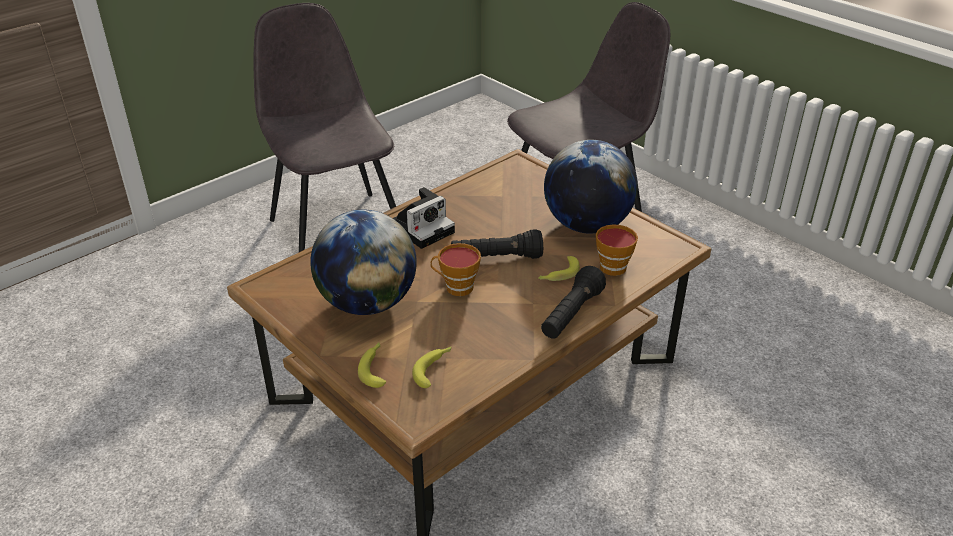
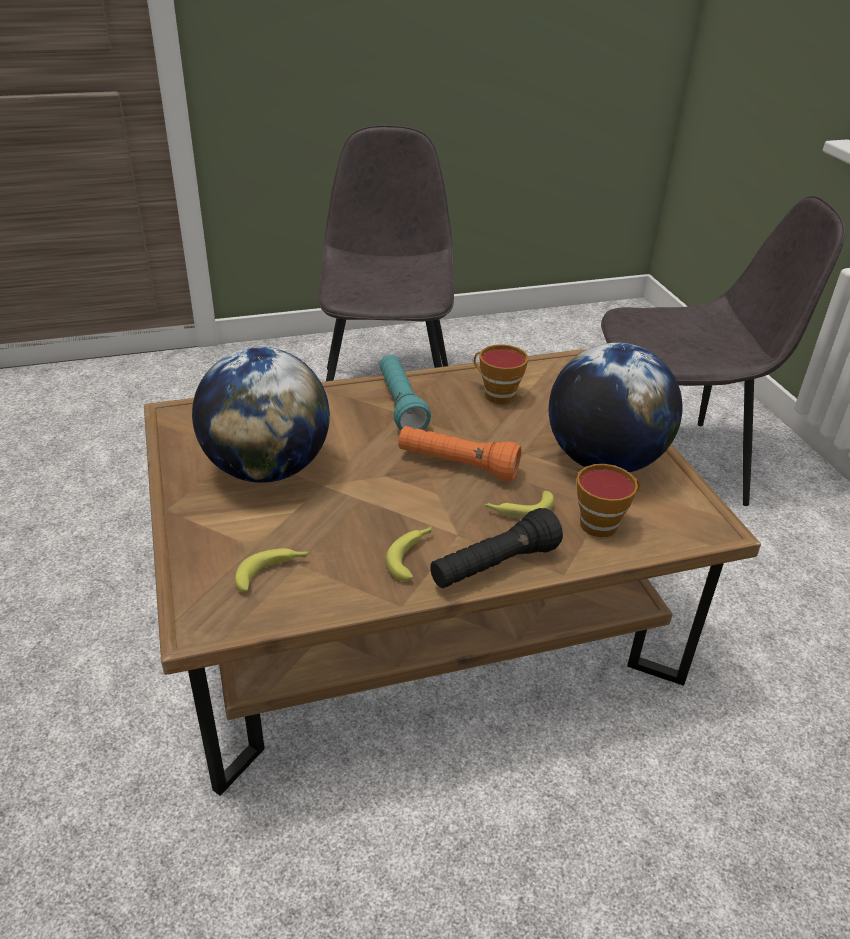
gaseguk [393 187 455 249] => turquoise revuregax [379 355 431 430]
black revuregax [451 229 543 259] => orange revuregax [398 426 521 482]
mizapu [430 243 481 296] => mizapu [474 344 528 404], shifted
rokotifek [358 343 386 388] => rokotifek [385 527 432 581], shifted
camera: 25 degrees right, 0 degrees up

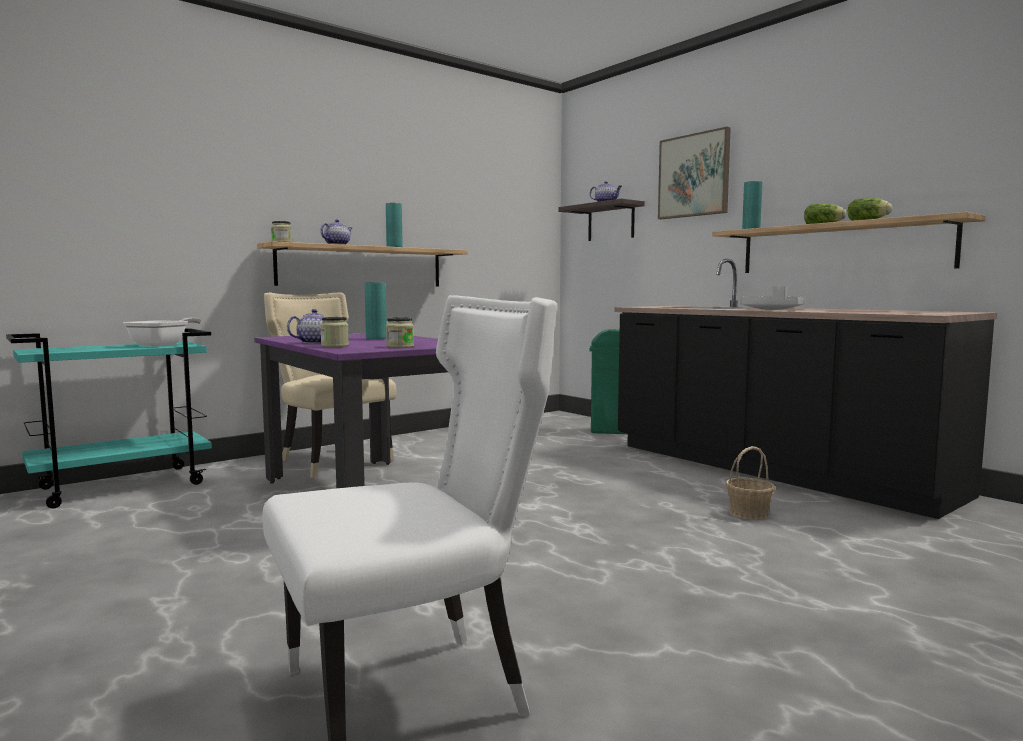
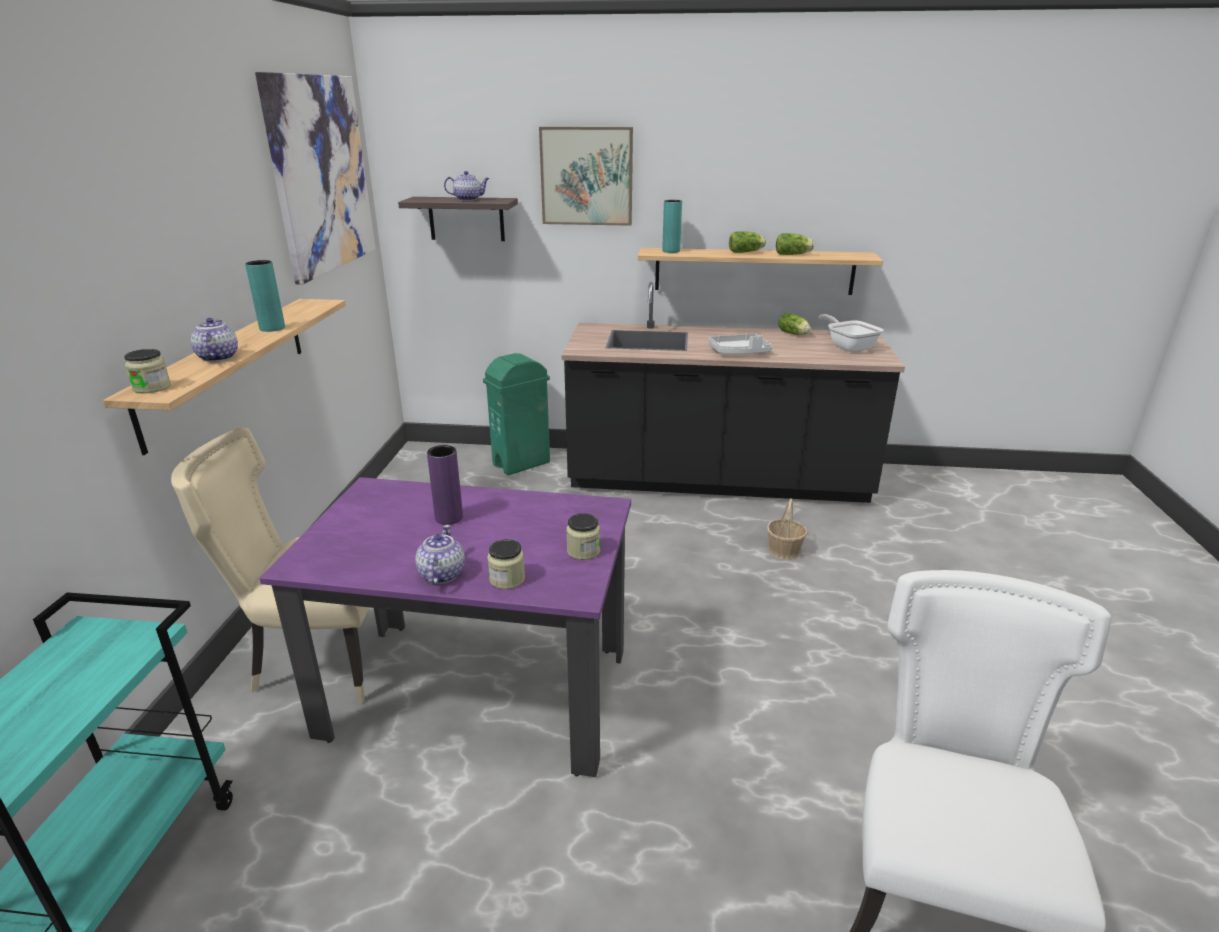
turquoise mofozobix [365 282 387 339] => purple mofozobix [427 445 463 525]
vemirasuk [123 318 201 347] => vemirasuk [819 314 883 352], shifted
nothing => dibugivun [255 72 376 285]
nothing => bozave [778 312 811 335]
camera: 45 degrees left, 20 degrees up

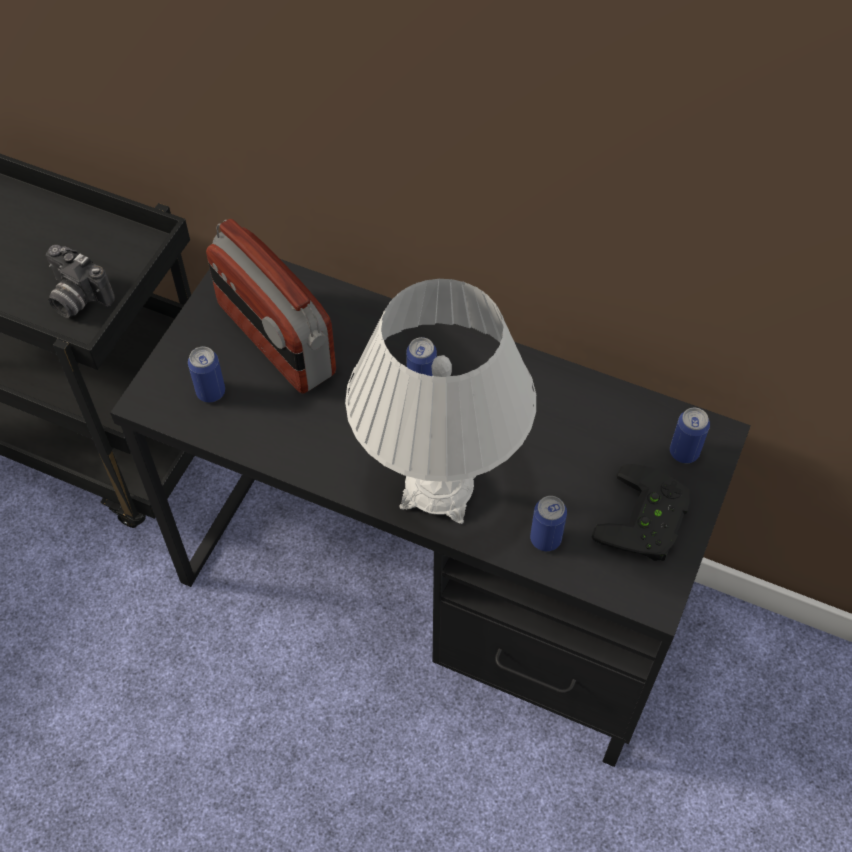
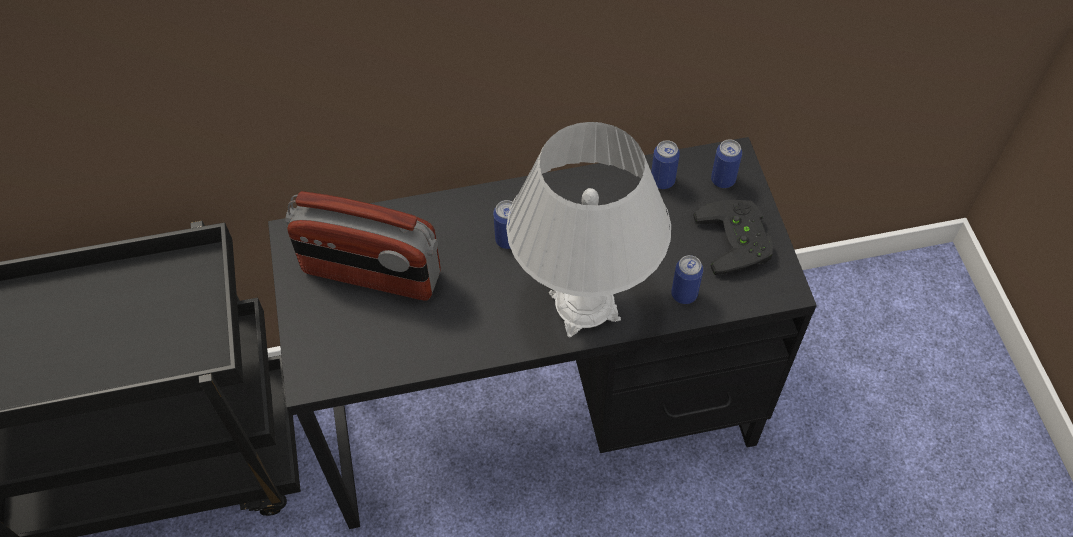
gaseguk [46 245 115 318] => nothing
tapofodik [188 346 225 402] => tapofodik [651 140 680 189], shifted
camera: 35 degrees left, 0 degrees up

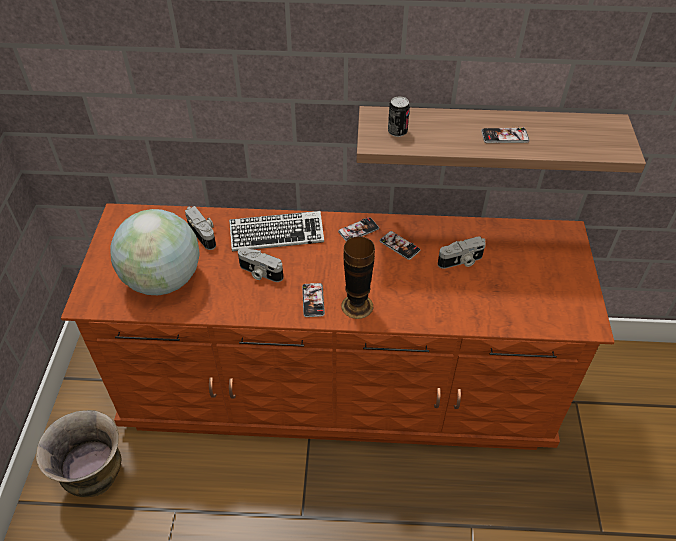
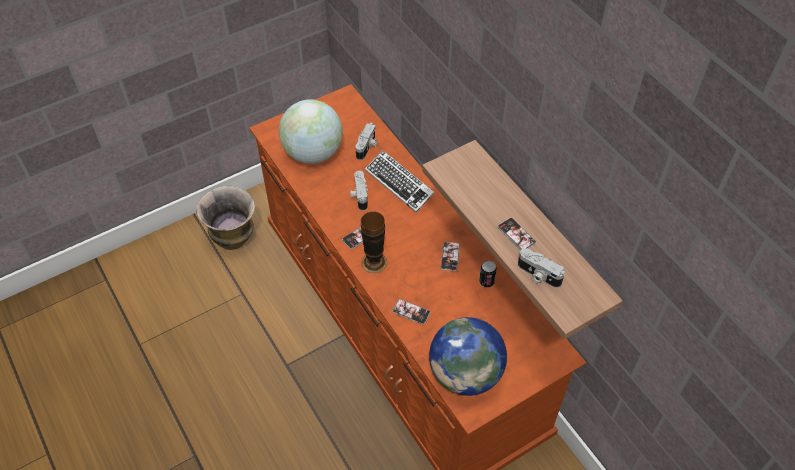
tapofodik [388 96 410 137] => tapofodik [479 261 497 287], shifted
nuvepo [338 217 379 241] => nuvepo [393 299 431 325], shifted
gaseguk [438 237 486 269] => gaseguk [518 248 565 288], shifted
nothing => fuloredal [429 317 507 396]
camera: 55 degrees right, 5 degrees up

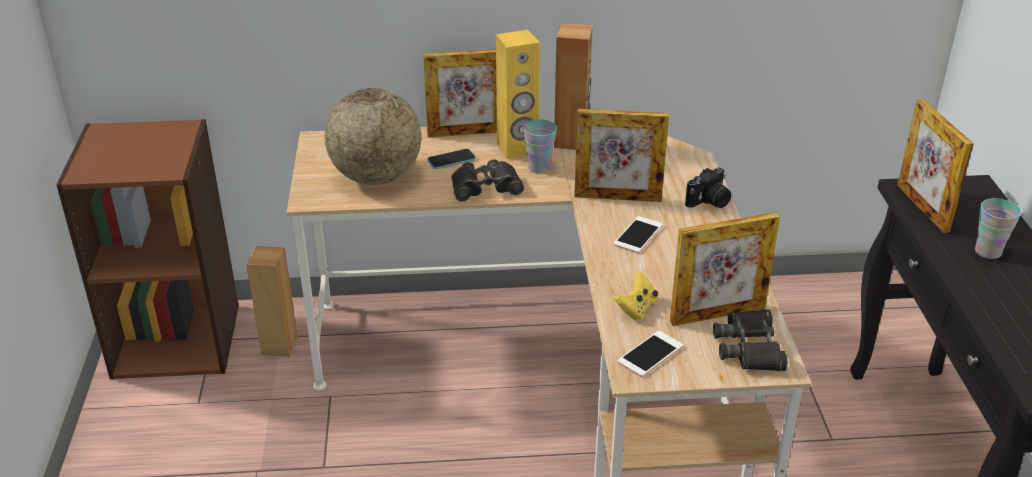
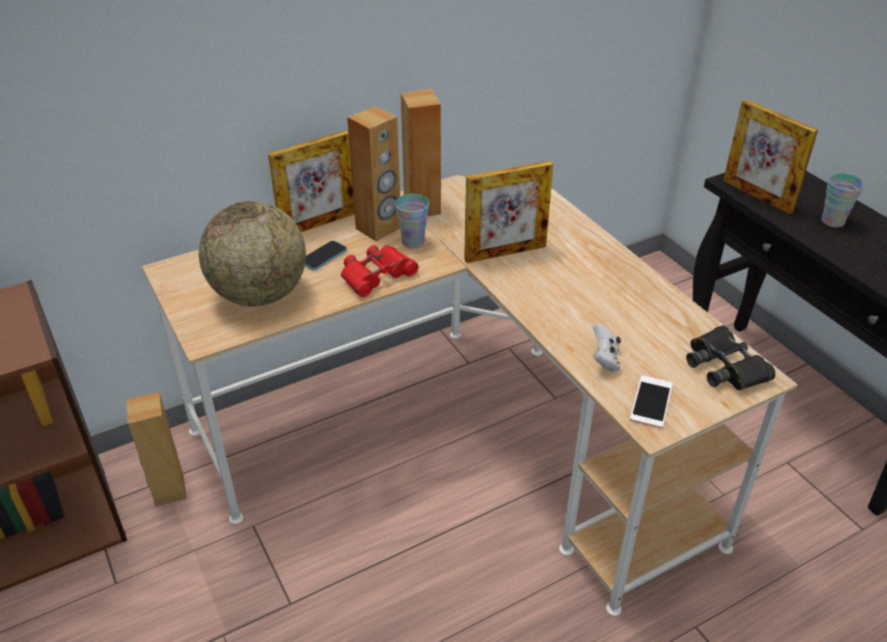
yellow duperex [496 30 540 159] => brown duperex [347 106 400 241]
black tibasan [451 159 524 201] => red tibasan [341 245 419 297]
gaseguk [685 168 731 208] => nothing
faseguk [670 212 780 326] => nothing
nuvepo [614 216 663 253] => nothing
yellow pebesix [614 271 658 320] => white pebesix [593 323 621 372]
camera: 25 degrees left, 5 degrees up

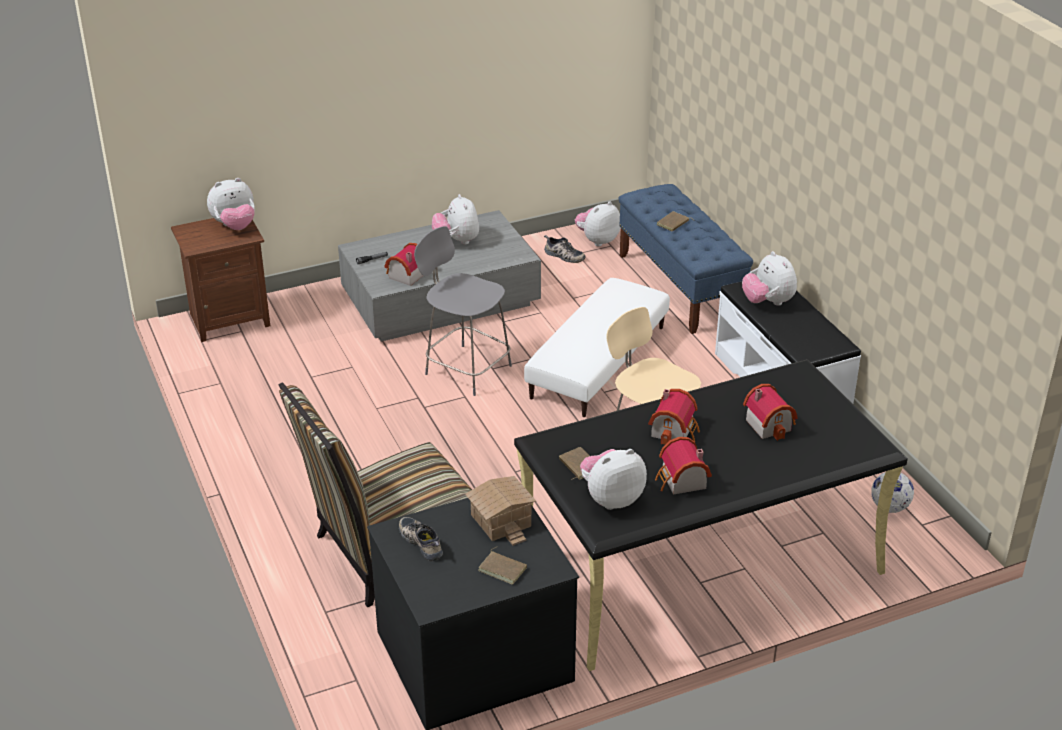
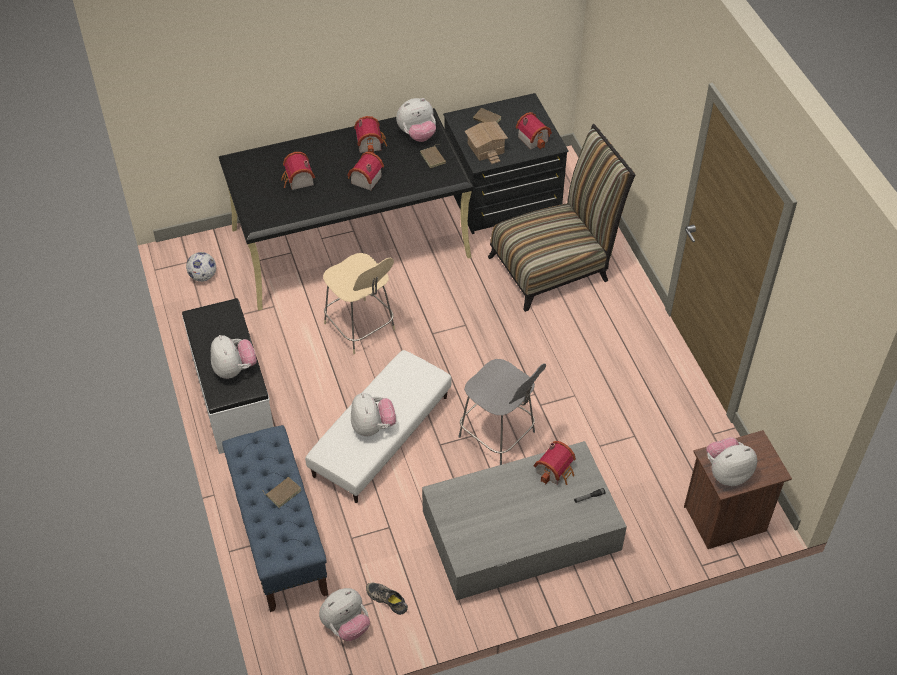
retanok [432 194 479 245] => retanok [351 393 396 436], shifted
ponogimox [399 517 443 561] => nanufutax [516 112 552 149]
camera: 175 degrees left, 15 degrees up

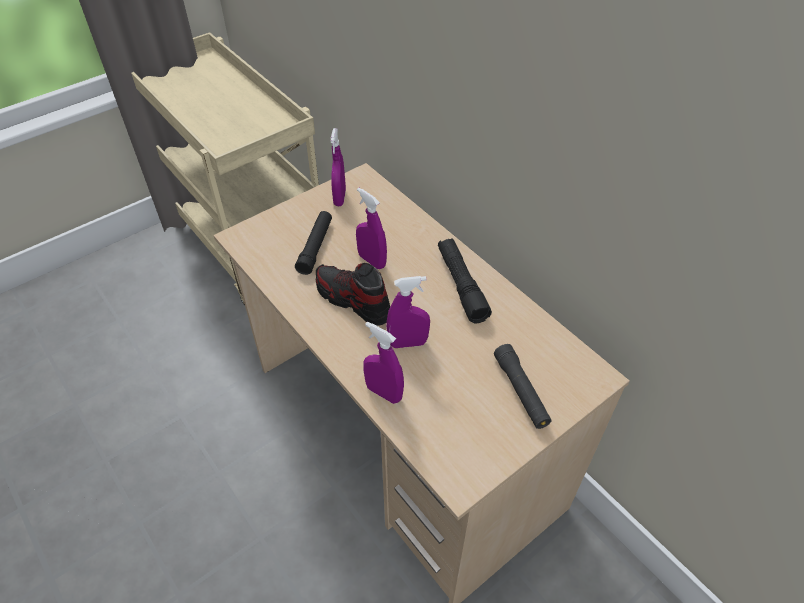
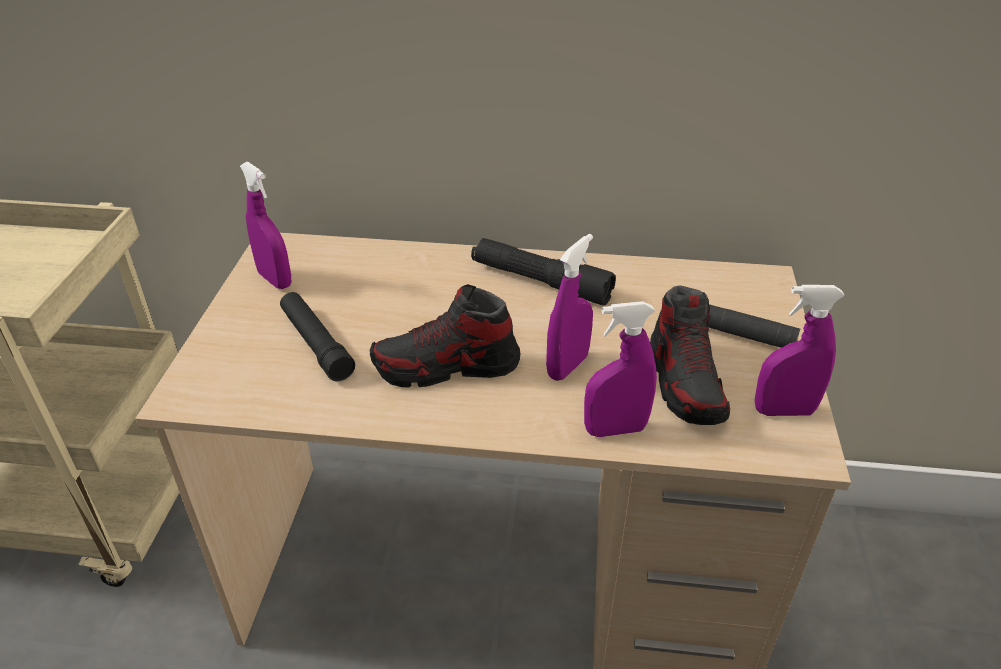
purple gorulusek [356 188 387 269] => purple gorulusek [754 285 845 416], shifted
nothing => ponogimox [650 286 730 425]
camera: 45 degrees left, 10 degrees down

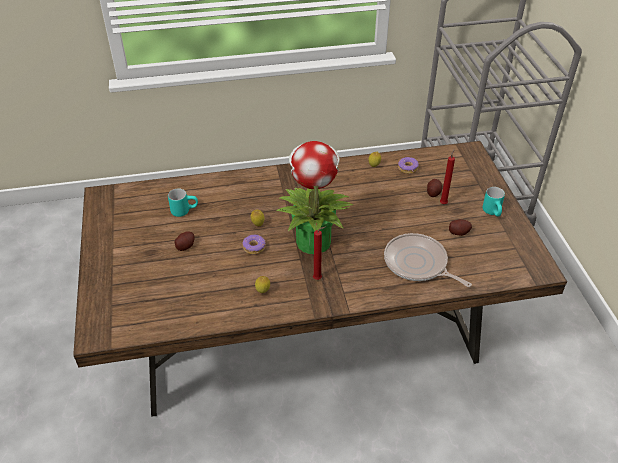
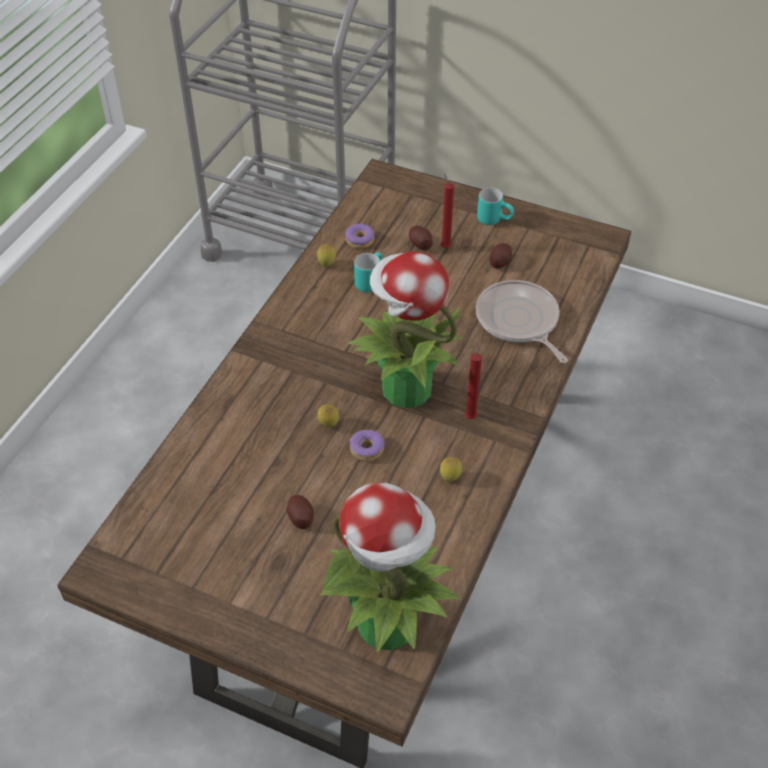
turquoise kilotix [168 188 198 217] => turquoise kilotix [354 252 382 292], shifted
vemirasuk [384 233 472 287] => vemirasuk [476 280 568 363], 75 degrees clockwise
nothing => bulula [320 482 459 652]
camera: 55 degrees left, 5 degrees up

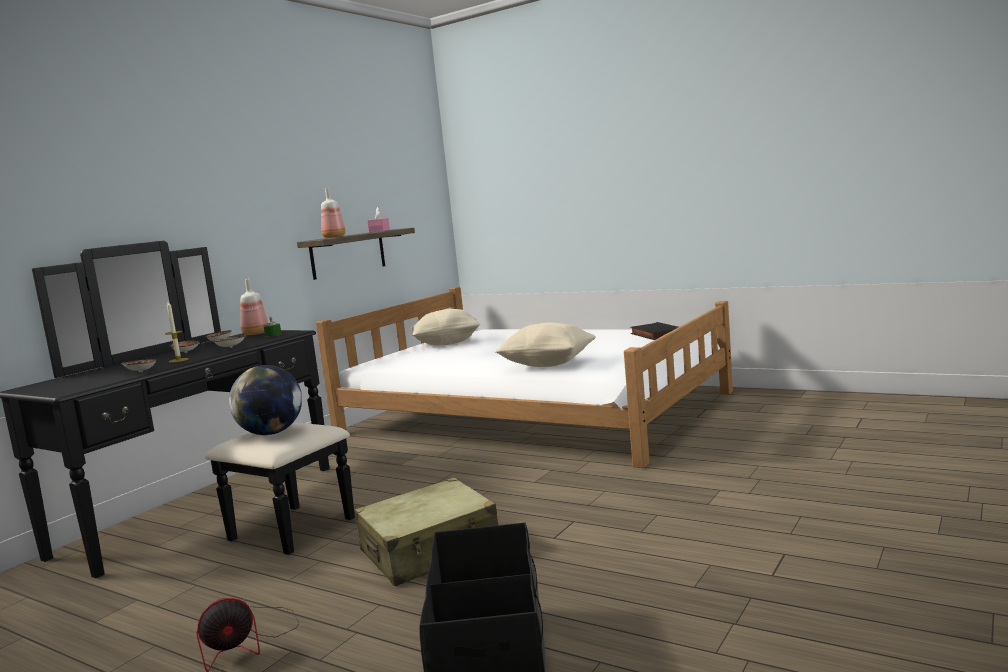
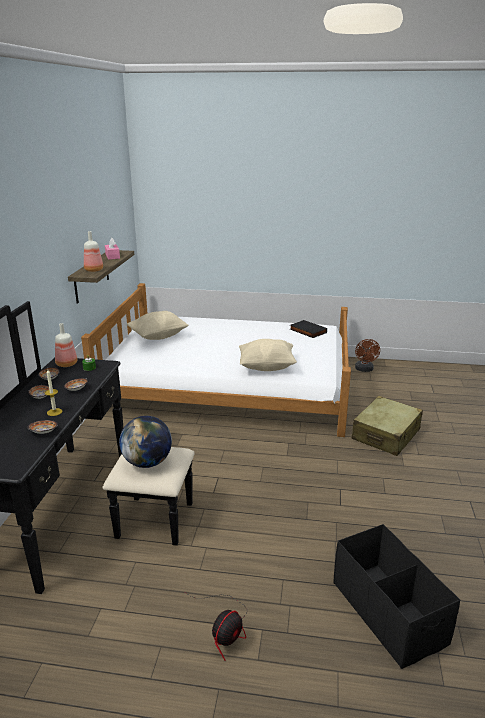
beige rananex [354 478 498 586] => beige rananex [352 396 423 456], shifted
nothing => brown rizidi [355 339 380 372]
camera: 25 degrees left, 15 degrees up

